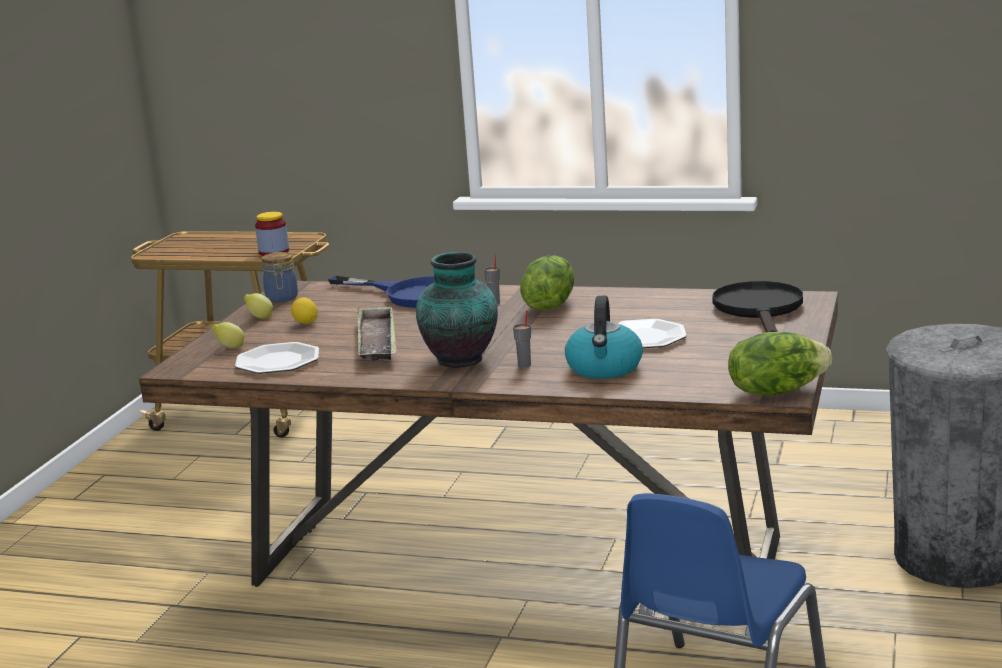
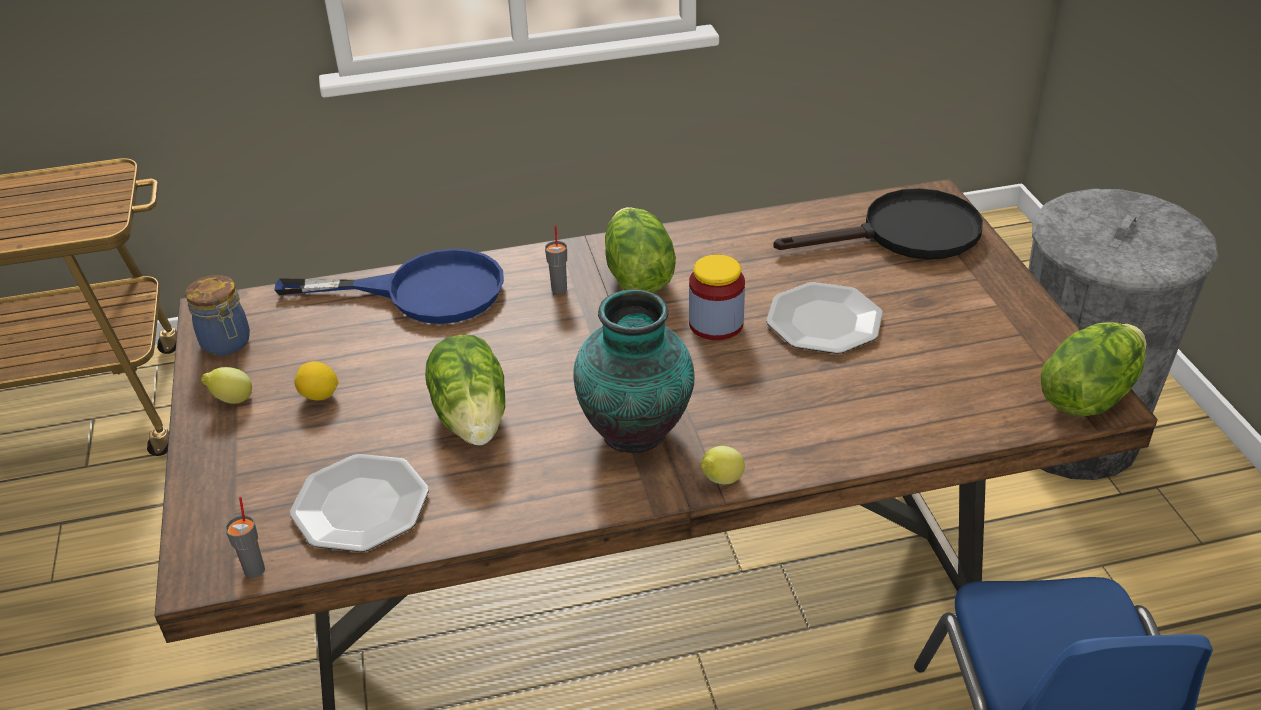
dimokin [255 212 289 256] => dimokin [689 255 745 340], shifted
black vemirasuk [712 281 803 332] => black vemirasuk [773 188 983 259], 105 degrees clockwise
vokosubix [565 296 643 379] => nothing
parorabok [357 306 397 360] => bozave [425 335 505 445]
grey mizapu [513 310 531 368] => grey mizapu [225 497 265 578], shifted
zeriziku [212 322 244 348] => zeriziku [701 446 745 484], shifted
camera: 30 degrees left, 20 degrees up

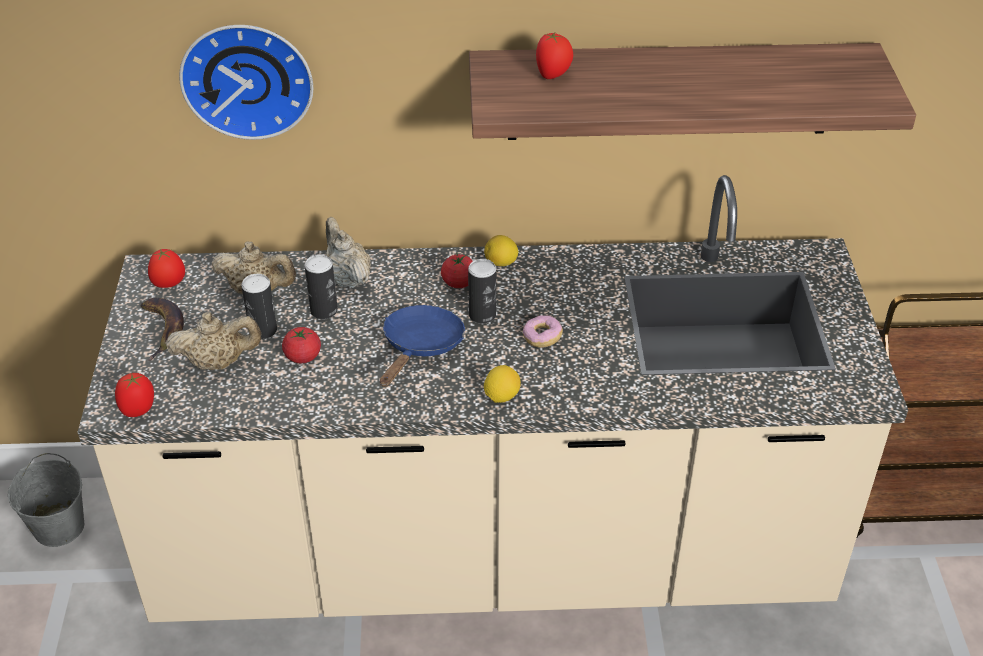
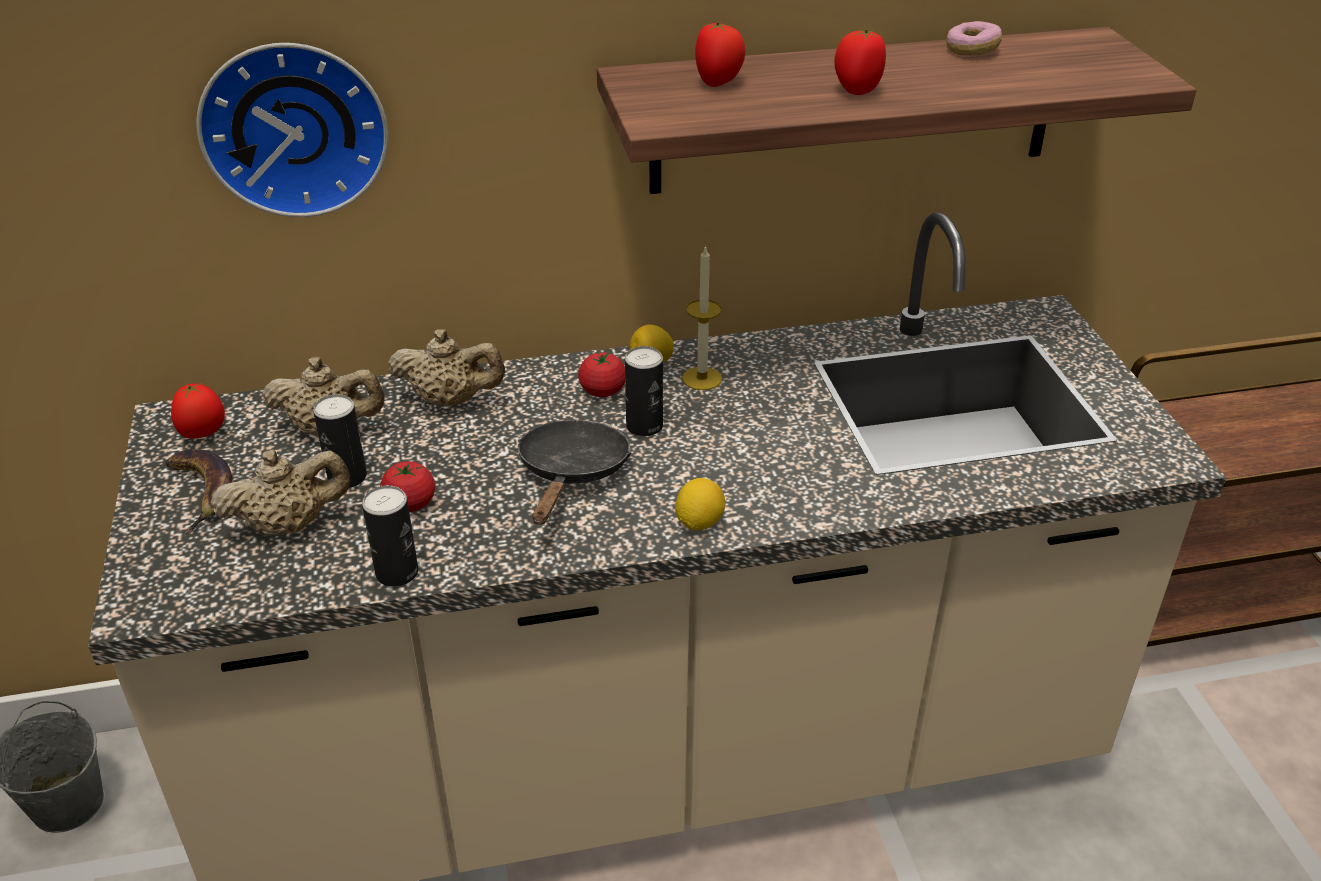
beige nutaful [325 217 371 288] => beige nutaful [388 329 505 407], 135 degrees clockwise
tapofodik [304 254 338 319] => tapofodik [362 485 418 587], shifted
blue vemirasuk [380 305 465 387] => black vemirasuk [518 420 631 525]
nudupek [523 315 563 347] => nudupek [946 21 1002 56], shifted
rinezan [115 373 154 417] => rinezan [834 29 886 95], shifted
nothing => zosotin [682 245 722 390]
camera: 10 degrees left, 5 degrees down

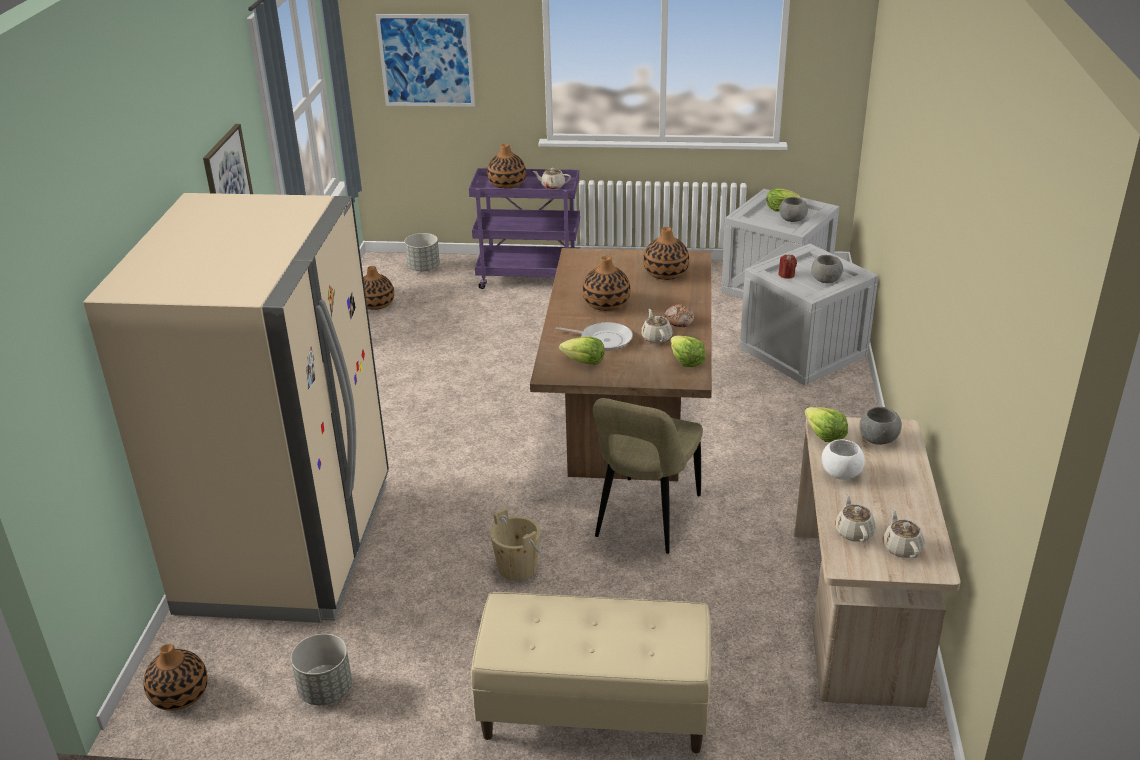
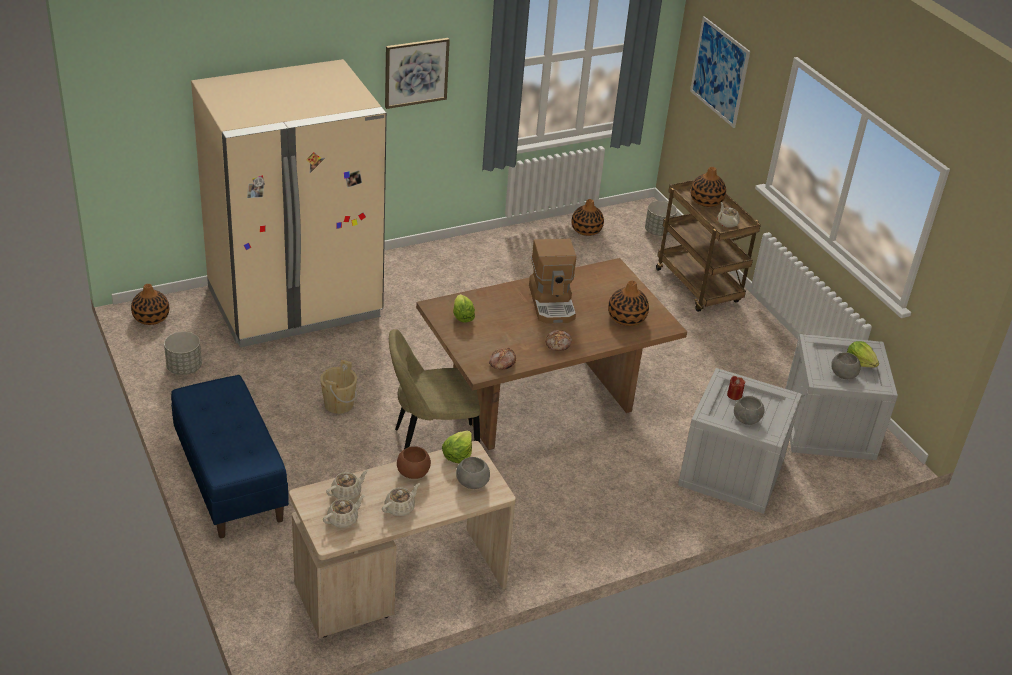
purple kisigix [469 168 581 289] => brown kisigix [656 180 761 312]
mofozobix [582 256 630 311] => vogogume [529 239 576 324]
beige nutaful [641 309 673 344] => beige nutaful [382 483 420 516], shifted
vemirasuk [556 322 633 351] => nothing
bozave [671 336 706 367] => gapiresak [489 348 516 369]
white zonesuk [822 439 865 480] => brown zonesuk [397 446 431 479]
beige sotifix [471 592 711 753] => blue sotifix [171 375 289 538]
camera: 55 degrees right, 5 degrees up

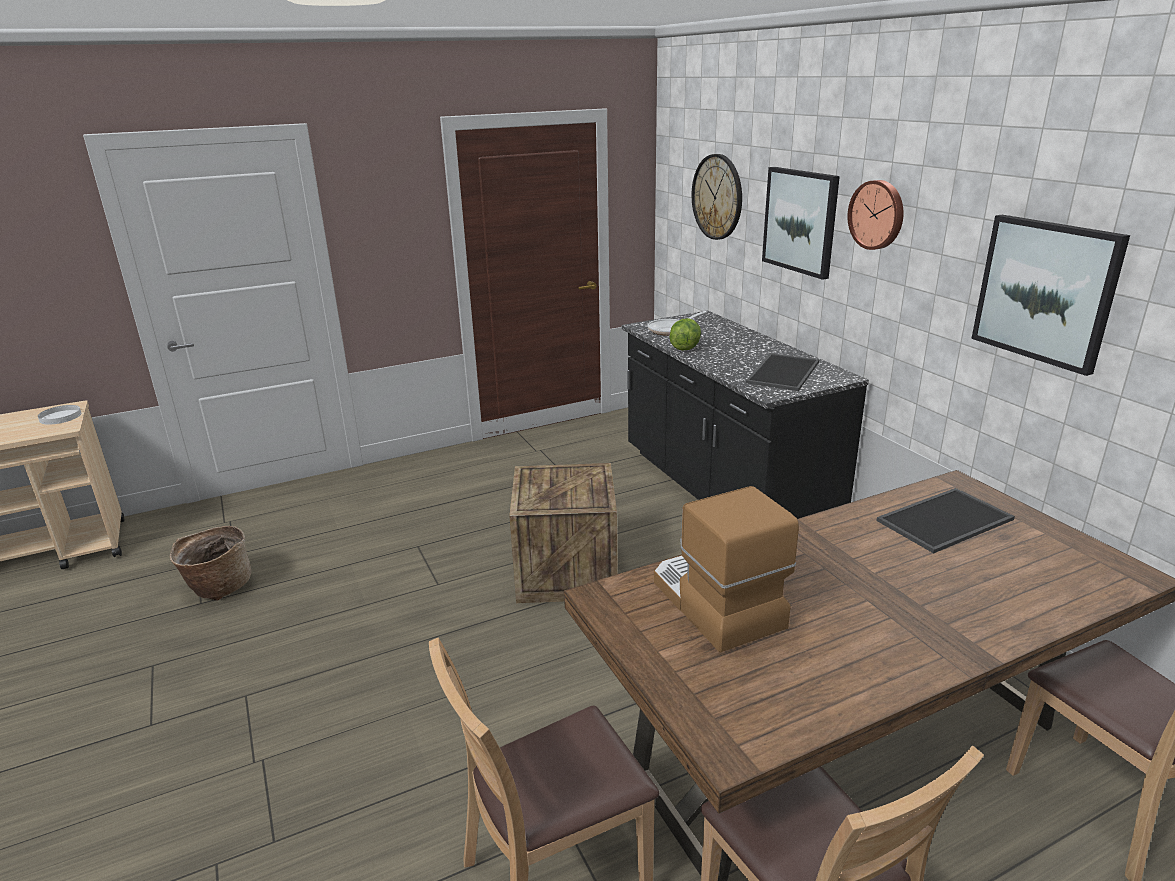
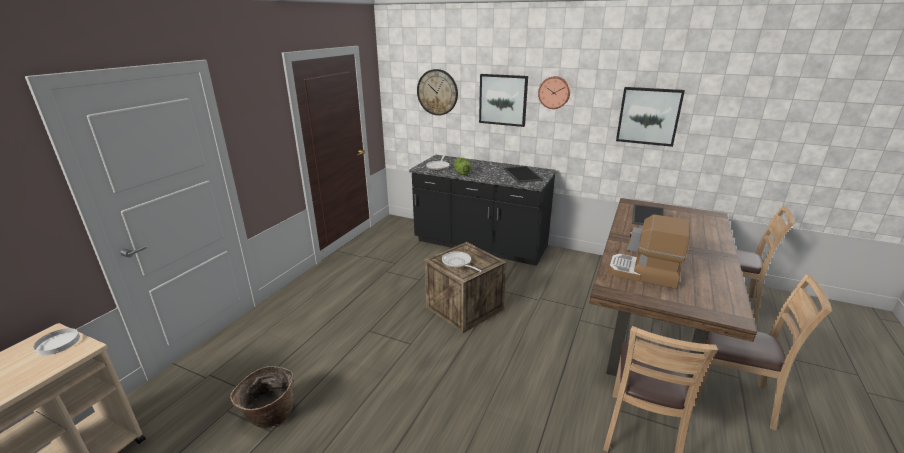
nothing => vemirasuk [442 251 482 272]
camera: 40 degrees left, 0 degrees up

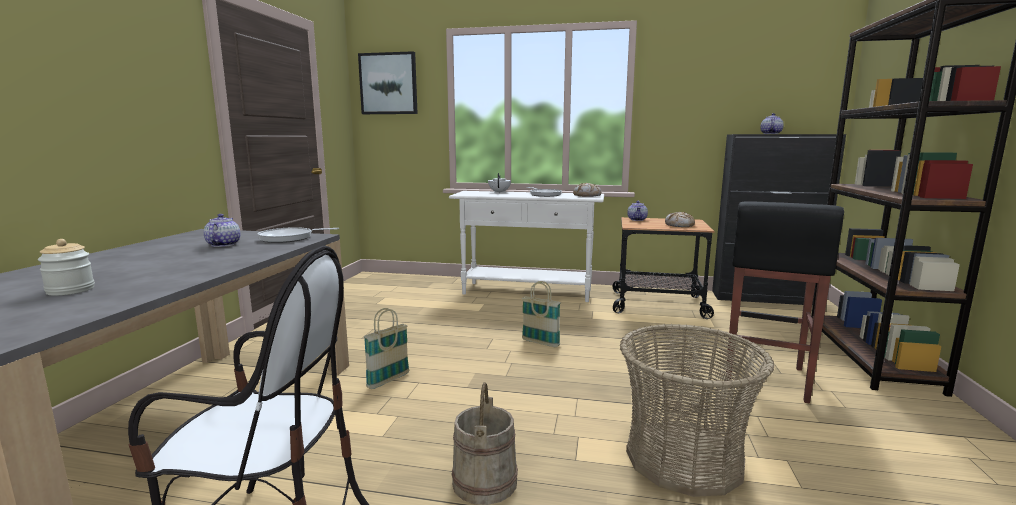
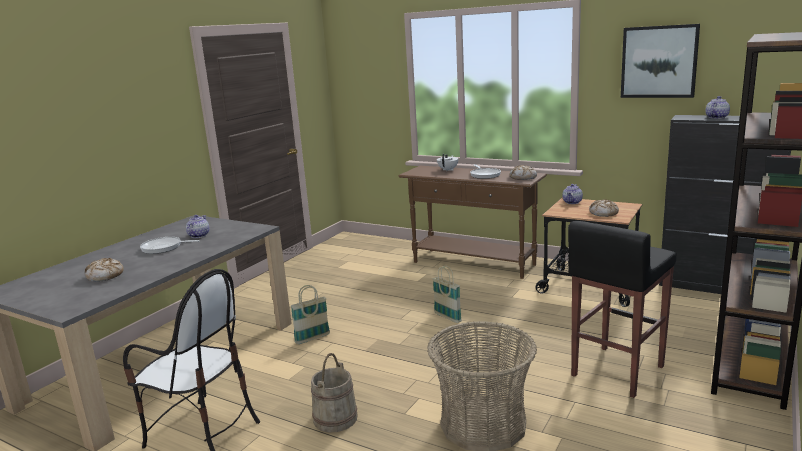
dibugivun [358 51 418 114] => dibugivun [621 24 700 98], shifted
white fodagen [449 191 604 302] => brown fodagen [398 166 547 279]
vemirasuk [258 227 339 243] => vemirasuk [140 237 200 254], shifted
dimokin [38 239 95 296] => gapiresak [84 258 124 282]
camera: 20 degrees right, 5 degrees up

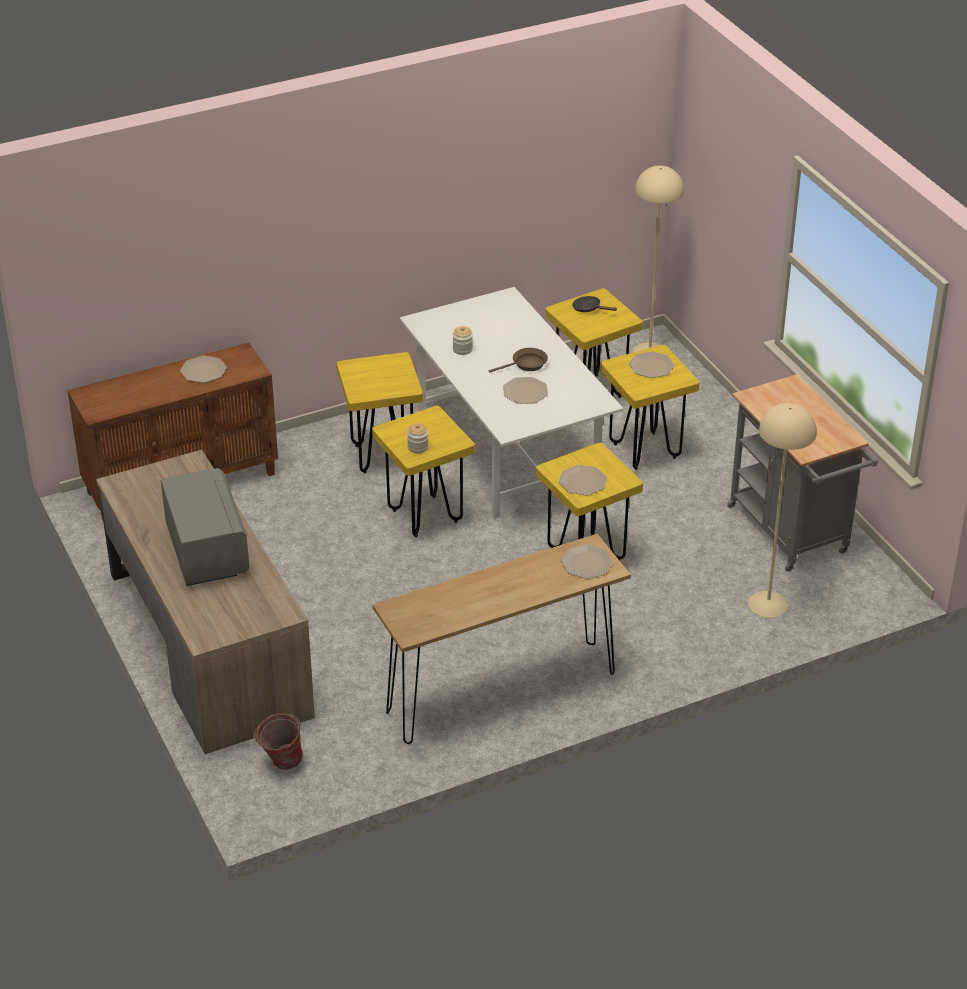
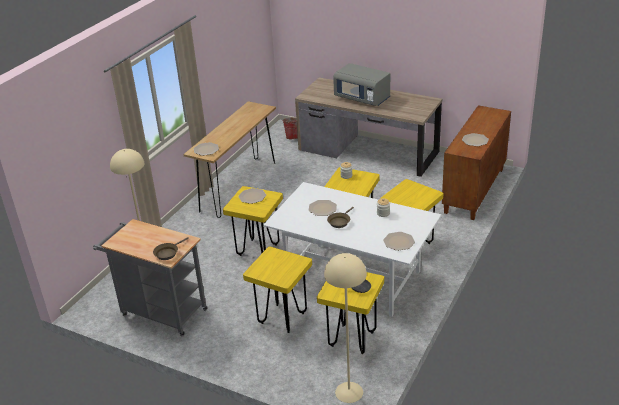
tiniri [629 351 675 378] => tiniri [383 232 415 251], shifted
nothing => brown vemirasuk [153 237 189 260]
camera: 145 degrees right, 5 degrees down

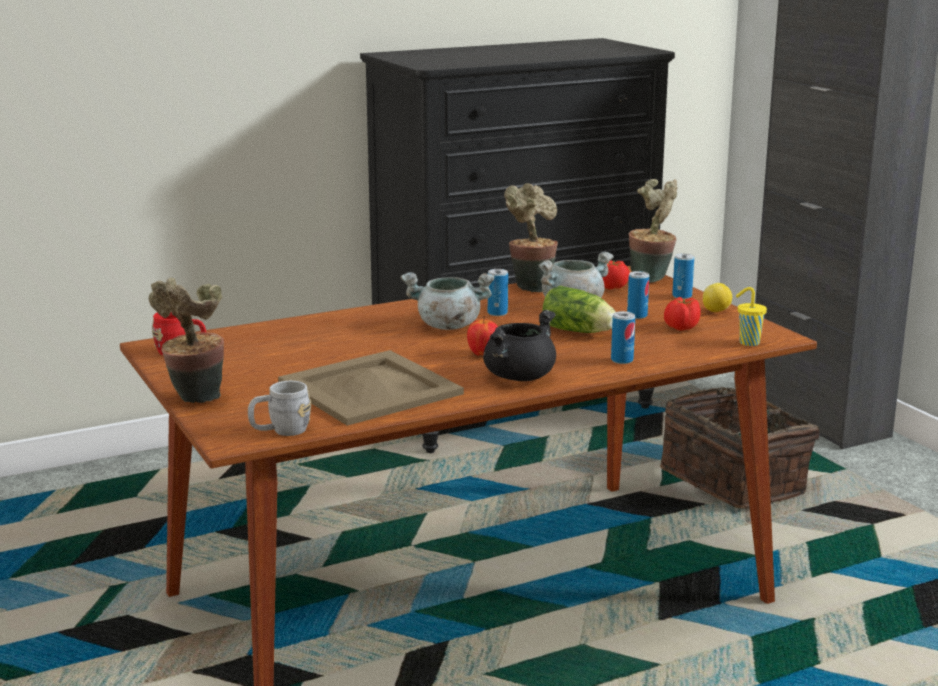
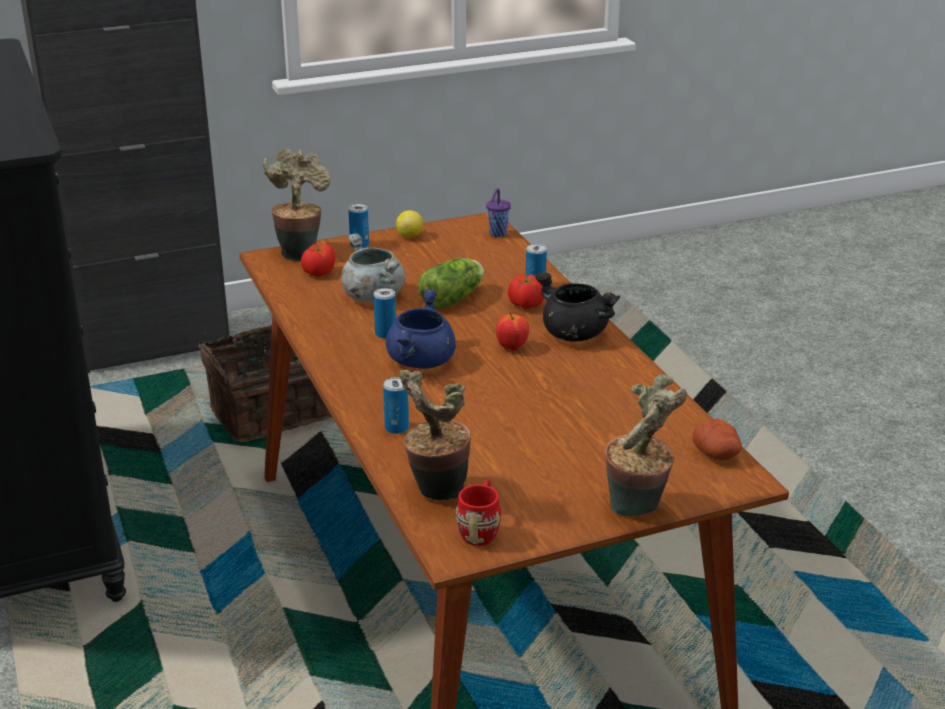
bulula [504 183 558 292] => bulula [399 370 471 500], shifted
tapofodik [627 271 649 319] => tapofodik [383 377 409 434], shifted
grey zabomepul [401 272 495 330] => blue zabomepul [386 288 456 369]
yellow mizapu [736 287 767 346] => purple mizapu [486 188 511 237]
rinezan [664 297 701 331] => rinezan [508 274 544 309], shifted
beige parorabok [278 350 464 426] => nothing
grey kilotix [248 381 311 436] => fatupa [692 419 742 461]
camera: 85 degrees left, 10 degrees up

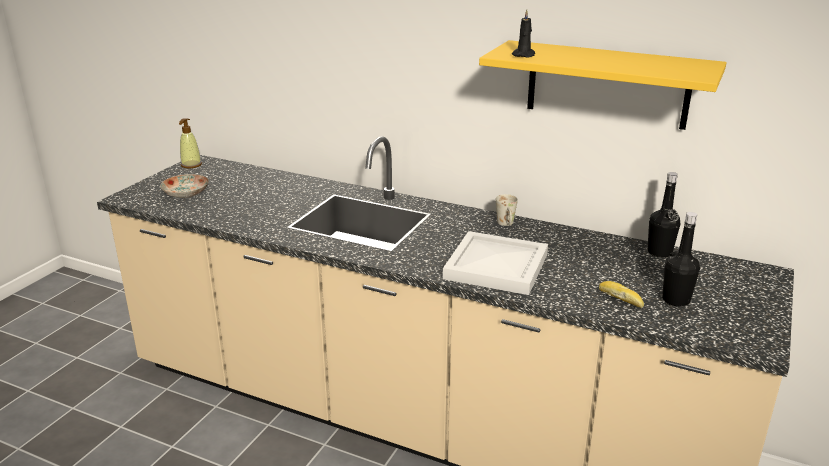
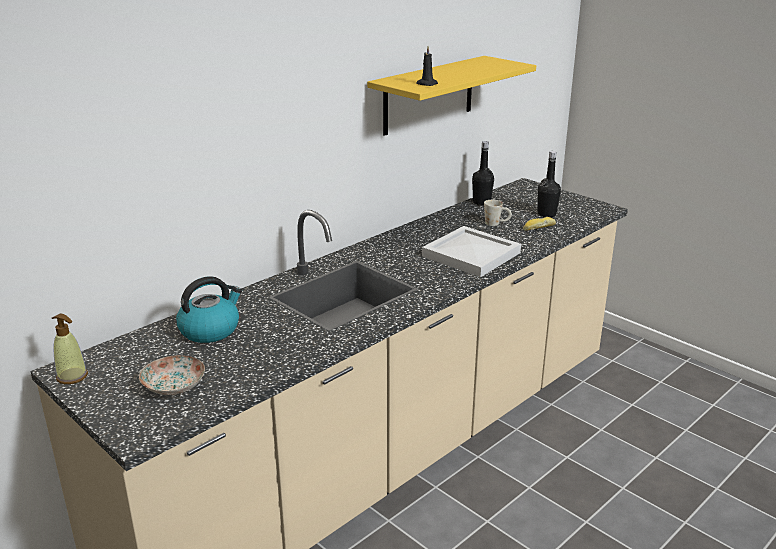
white kilotix [496 194 518 226] => white kilotix [484 200 512 226], shifted
nothing => vokosubix [176 276 242 343]
camera: 70 degrees left, 0 degrees up

